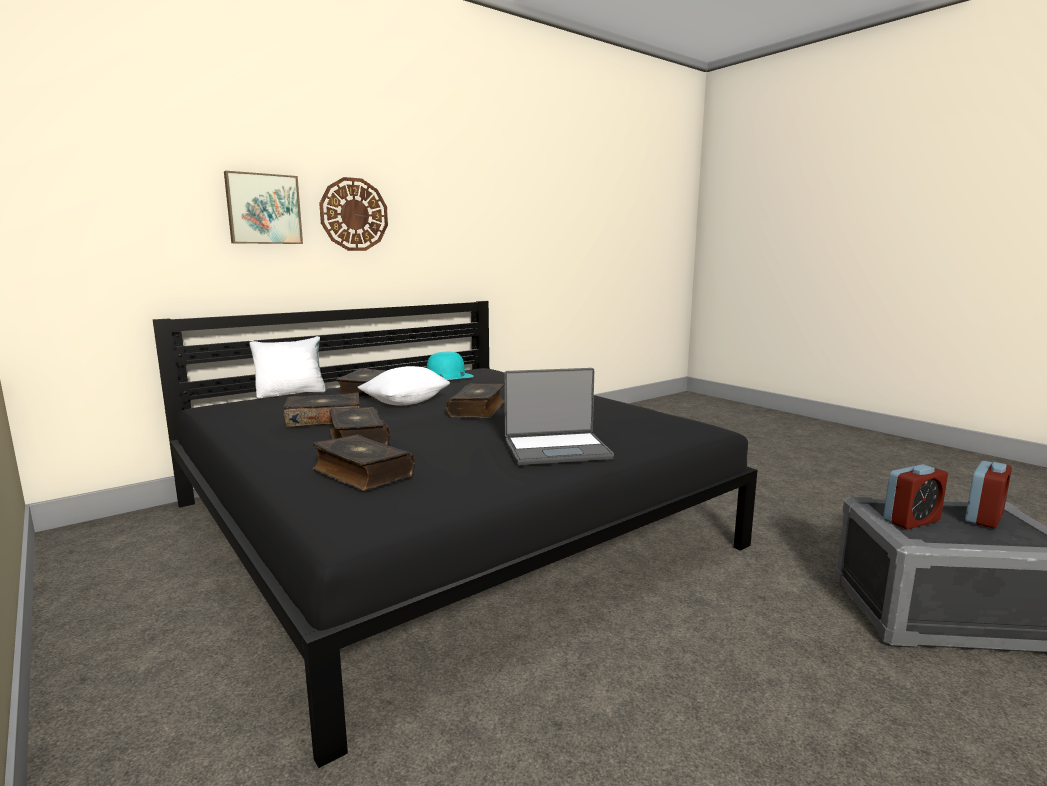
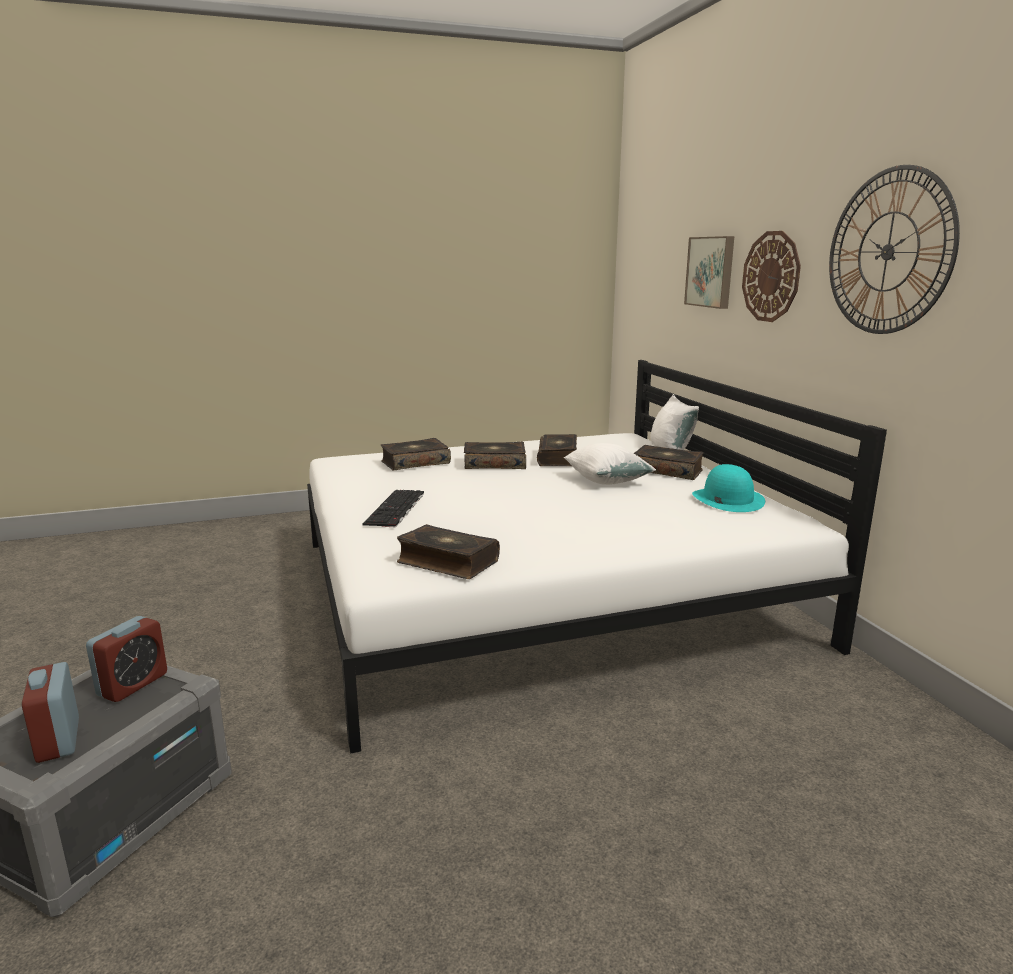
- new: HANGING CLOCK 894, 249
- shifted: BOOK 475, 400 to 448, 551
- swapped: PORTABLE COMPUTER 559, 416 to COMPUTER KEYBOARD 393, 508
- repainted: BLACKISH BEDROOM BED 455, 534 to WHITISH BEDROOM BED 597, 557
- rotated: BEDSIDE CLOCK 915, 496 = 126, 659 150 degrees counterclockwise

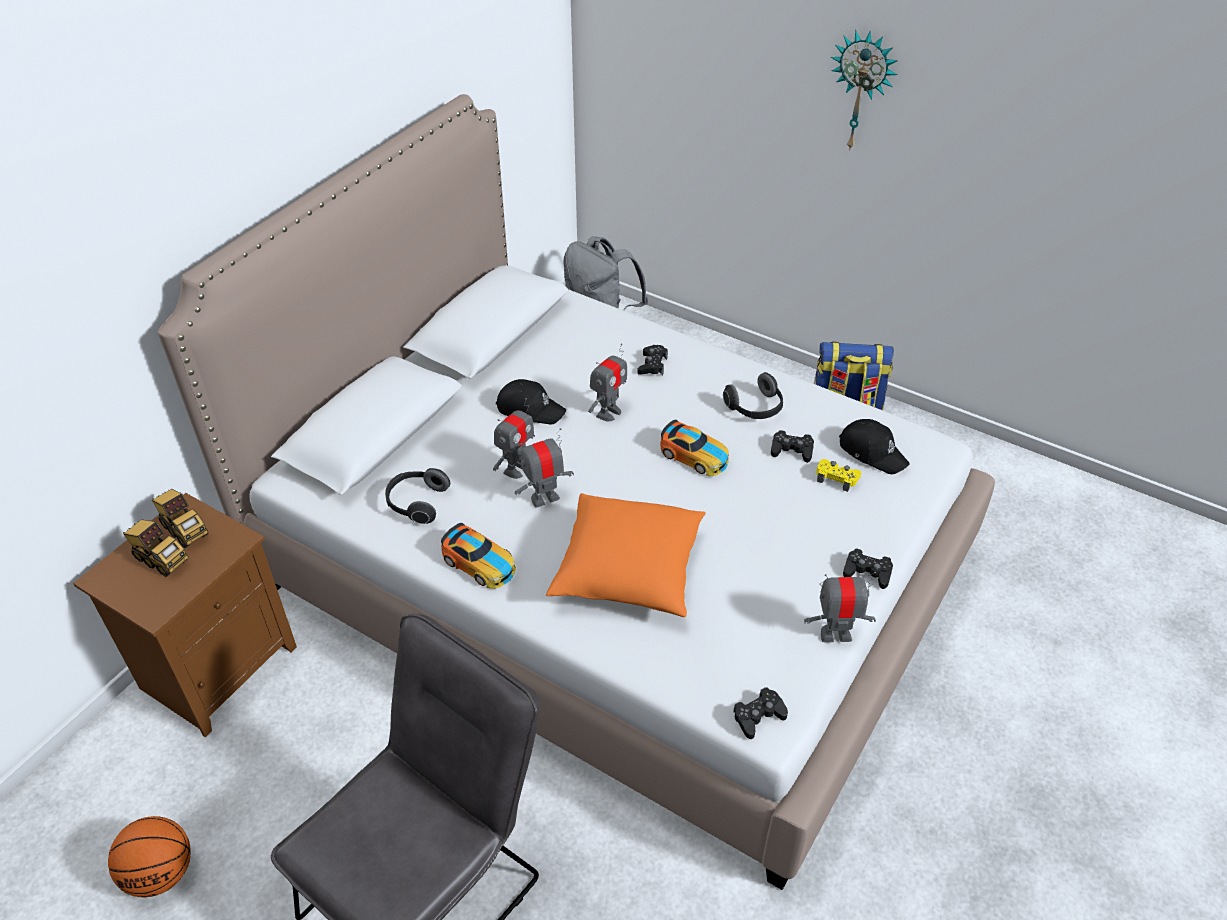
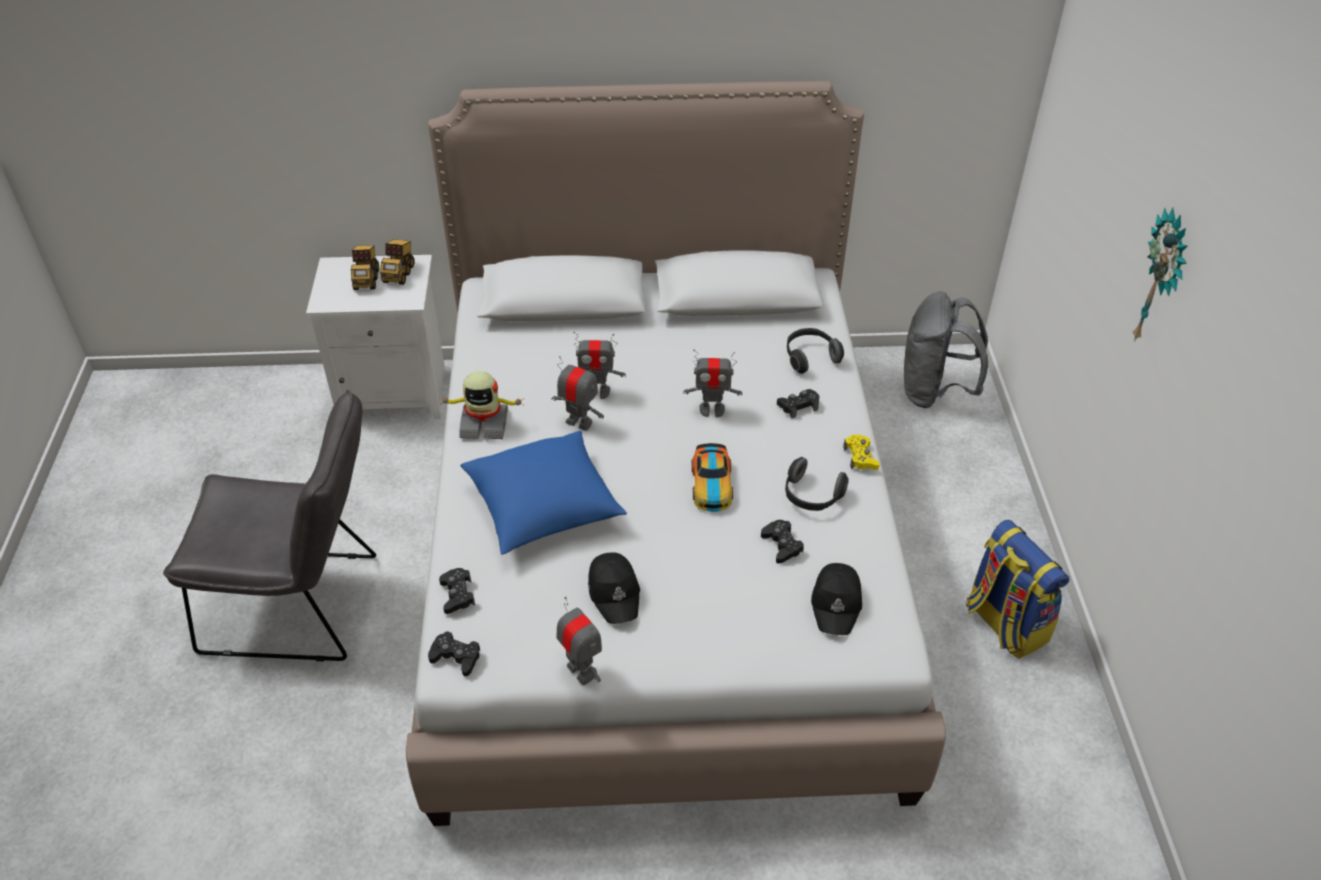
- gone: BASKETBALL BALL 149, 856
- shifted: PAIR OF HEADPHONES 417, 496 to 815, 351
- shifted: BLACKISH PEAKED CAP 531, 402 to 614, 588
- shifted: YELLOW-COLOURED JOYPAD 838, 475 to 861, 452
- shifted: BLACKISH JOYPAD 868, 568 to 457, 591
- swapped: TOY CAR 478, 556 to MODEL ROBOT 481, 405
- repainted: BROWNISH NIGHT TABLE 185, 615 to WHITISH NIGHT TABLE 375, 337
- repainted: ORANGEY PILLOW 626, 555 to BLUE PILLOW 543, 493

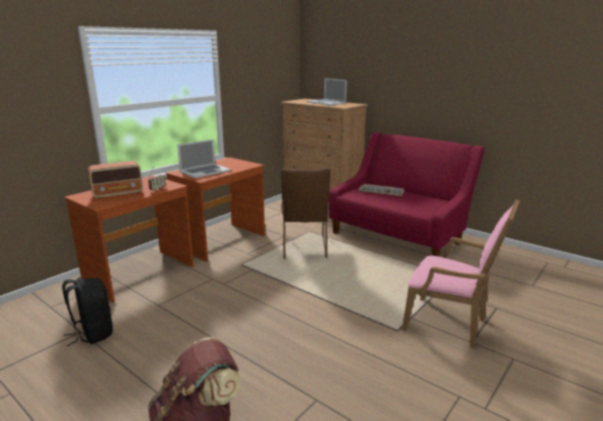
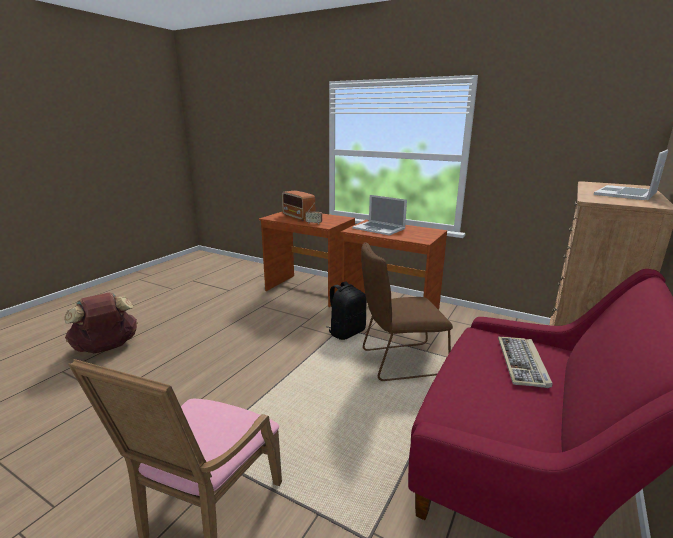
- shifted: BLACKISH KNAPSACK 87, 311 to 347, 310

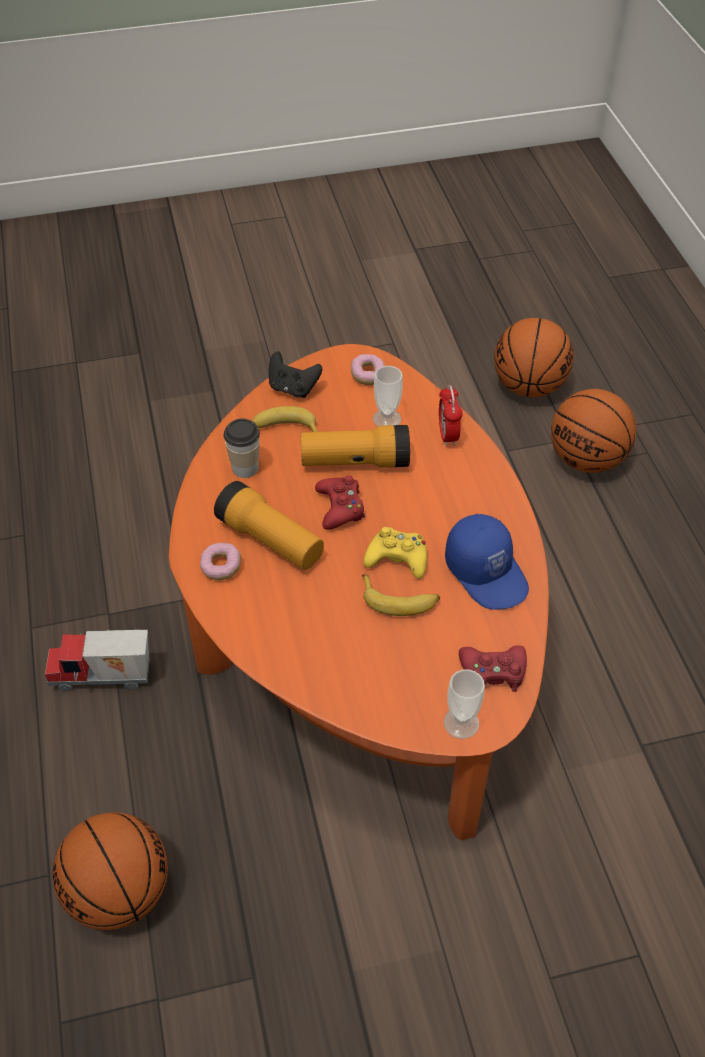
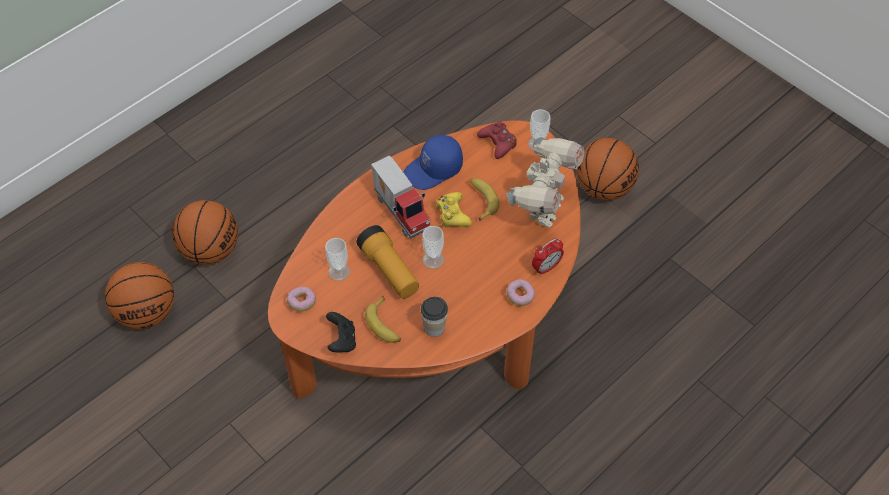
- gone: FLASHLIGHT 269, 525
- new: MODEL ROBOT 545, 182
- shifted: MODEL TRUCK 97, 661 to 401, 196
- shifted: BASKETBALL BALL 110, 871 to 607, 169
- shifted: BEDSIDE CLOCK 451, 415 to 548, 257
- swapped: REDDISH JOYPAD 340, 502 to DRINKING CUP 433, 247
- rotated: BLUE PEAKED CAP 487, 562 = 433, 162 150 degrees counterclockwise

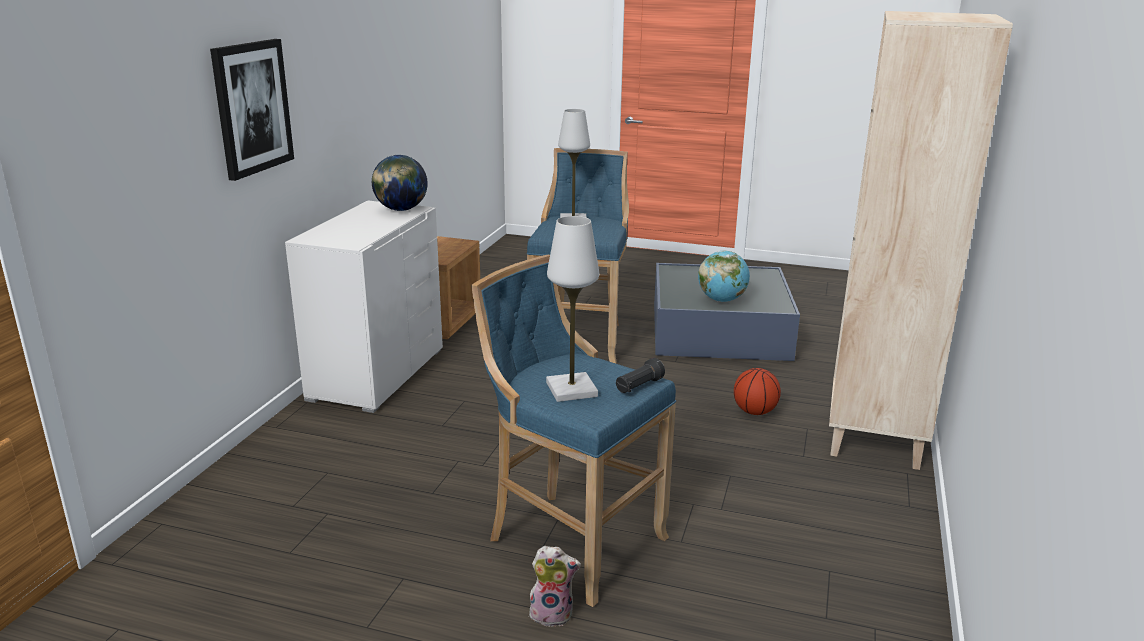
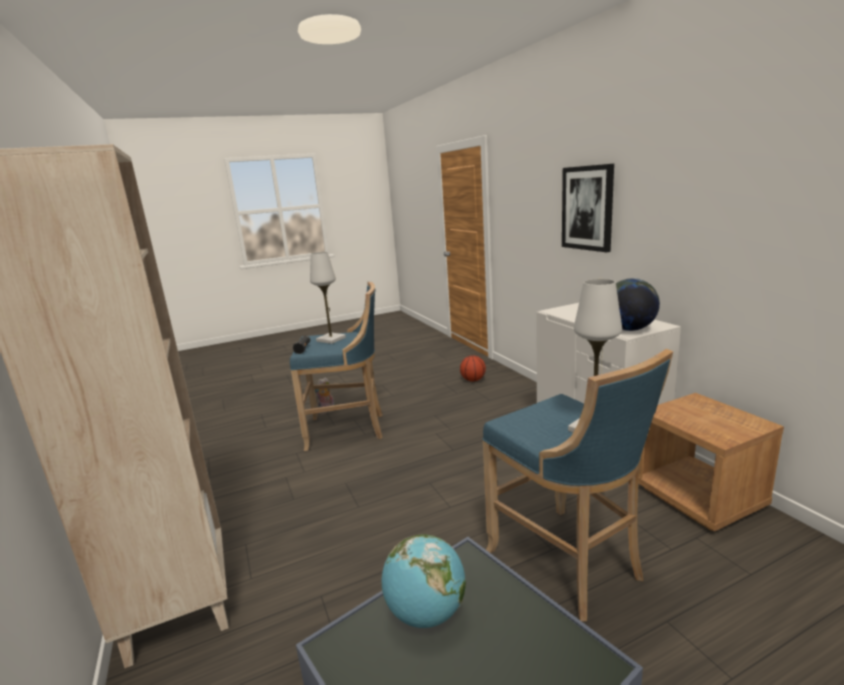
- shifted: BASKETBALL BALL 757, 391 to 473, 368

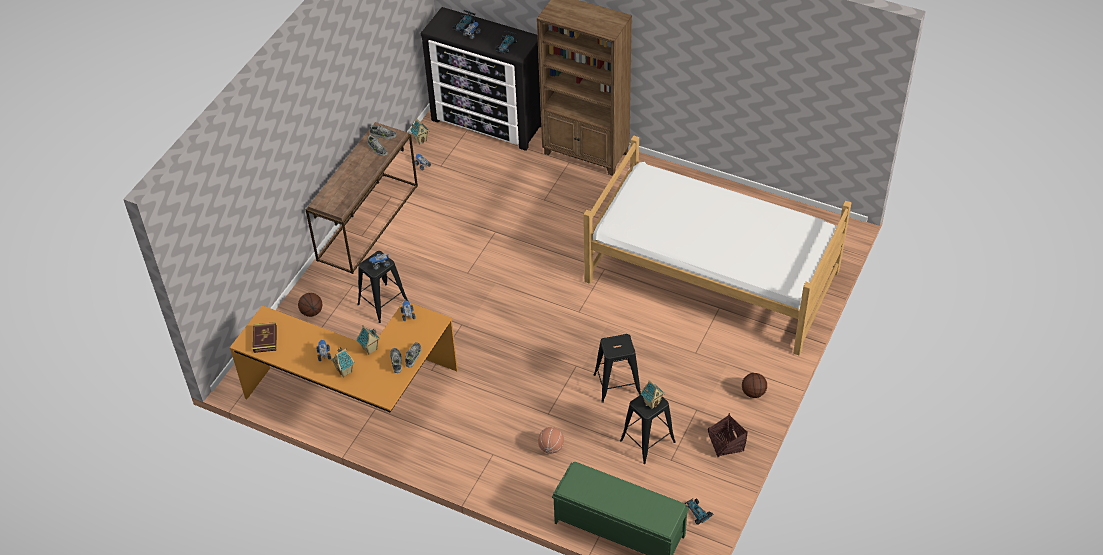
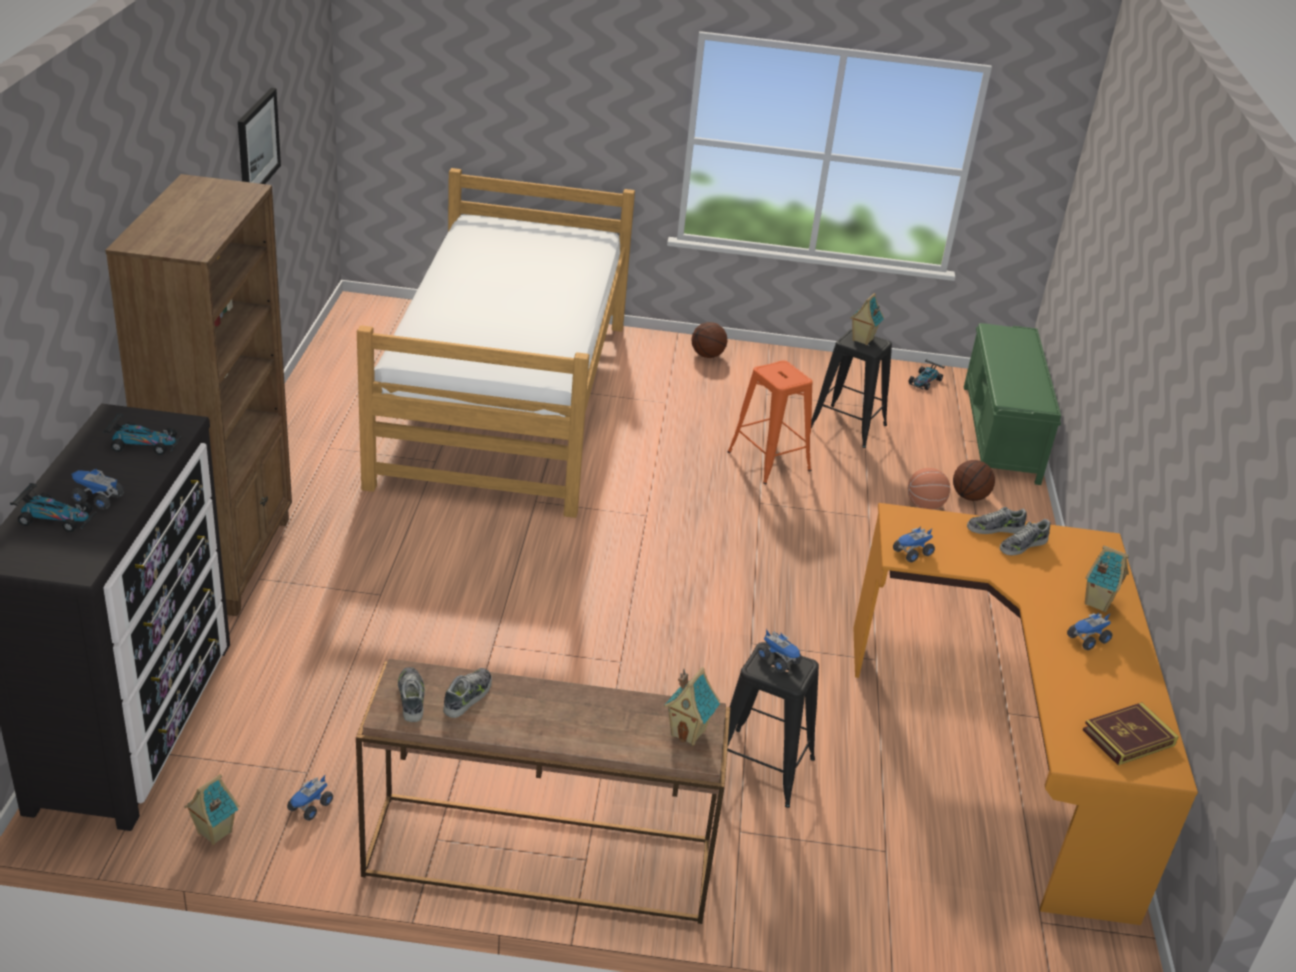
- gone: BASKET 728, 435
- new: WALL ART 259, 136
- shifted: BASKETBALL BALL 310, 305 to 974, 480
- shifted: TOY HOUSE 368, 340 to 692, 706
- repainted: BLACKISH SITTING STOOL 617, 368 to ORANGEY SITTING STOOL 770, 422

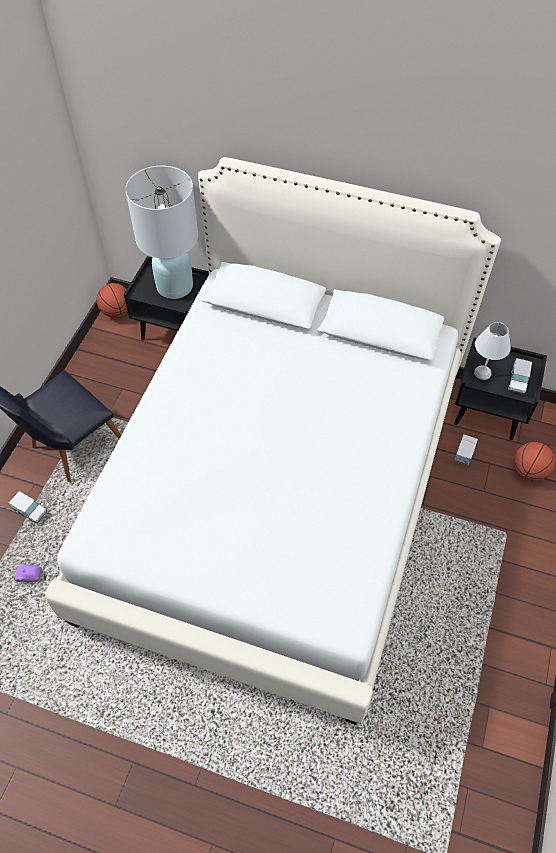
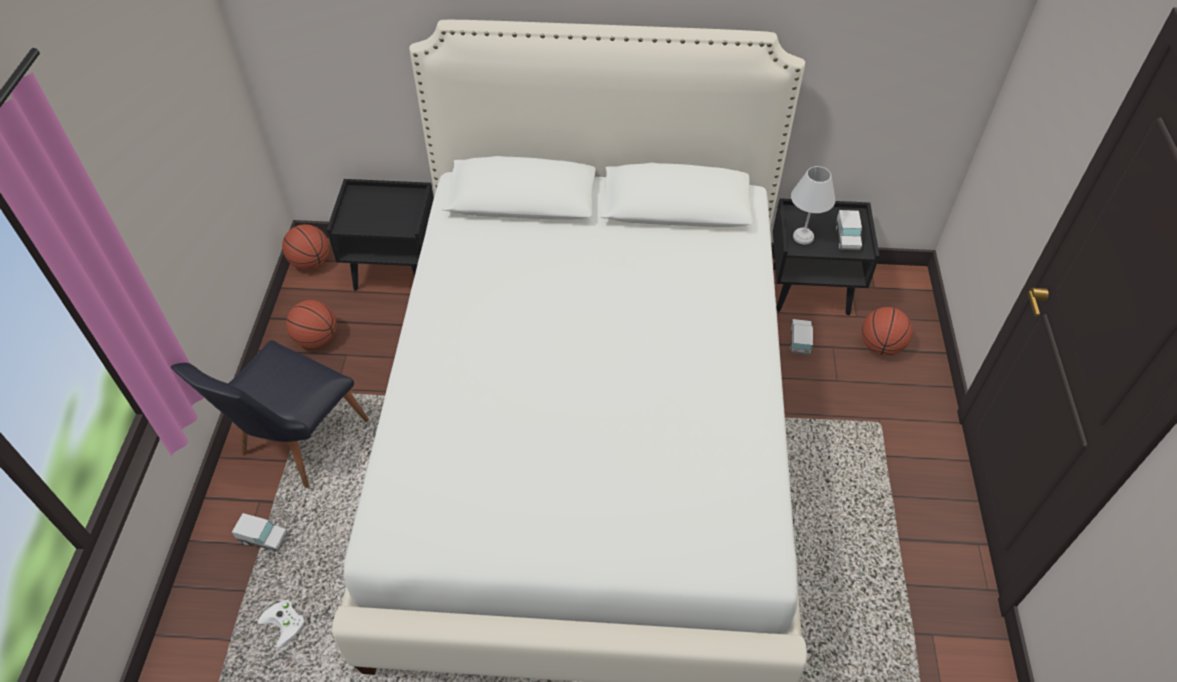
- gone: WHITISH TABLE LAMP 161, 232
- new: BASKETBALL BALL 311, 324
- swapped: PURPLE TOY CAR 28, 573 to WHITISH JOYPAD 281, 624

